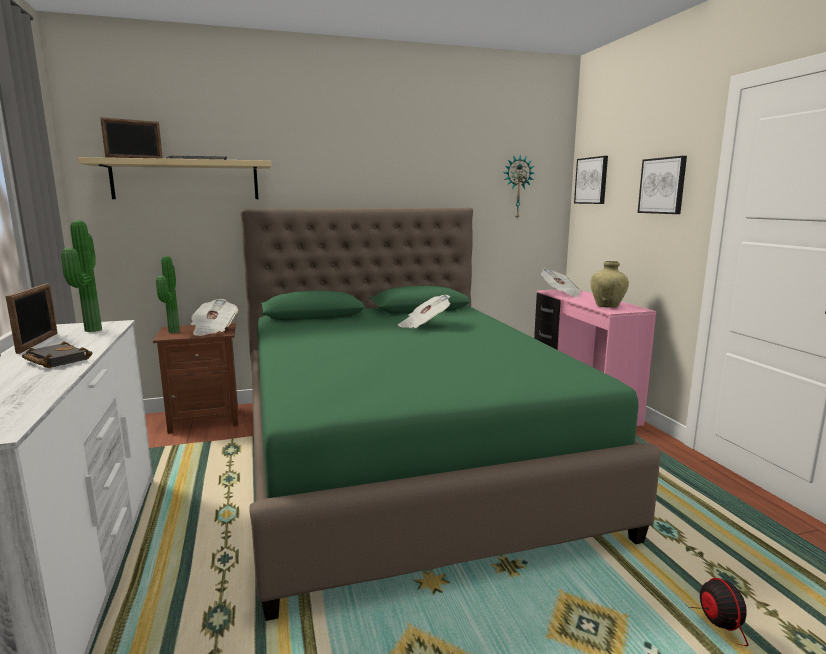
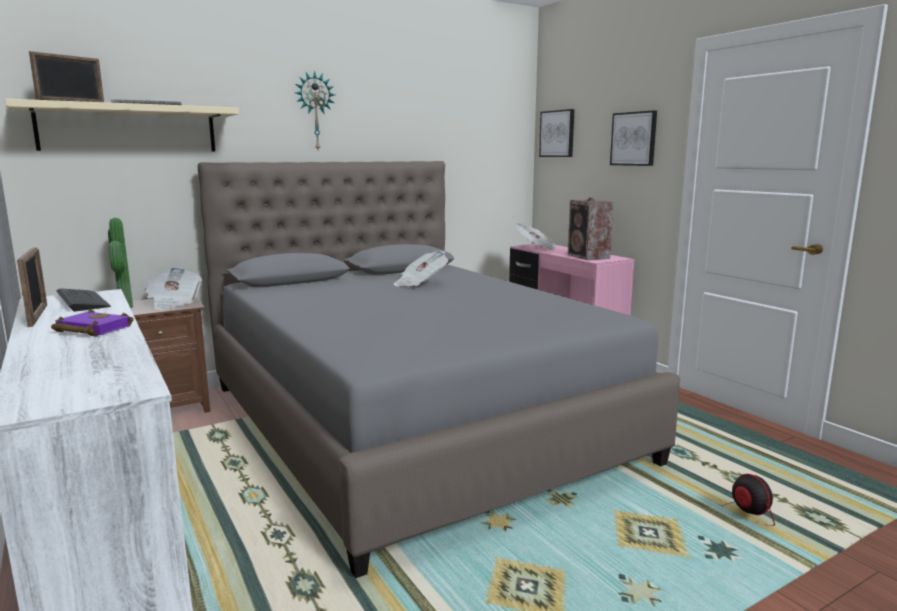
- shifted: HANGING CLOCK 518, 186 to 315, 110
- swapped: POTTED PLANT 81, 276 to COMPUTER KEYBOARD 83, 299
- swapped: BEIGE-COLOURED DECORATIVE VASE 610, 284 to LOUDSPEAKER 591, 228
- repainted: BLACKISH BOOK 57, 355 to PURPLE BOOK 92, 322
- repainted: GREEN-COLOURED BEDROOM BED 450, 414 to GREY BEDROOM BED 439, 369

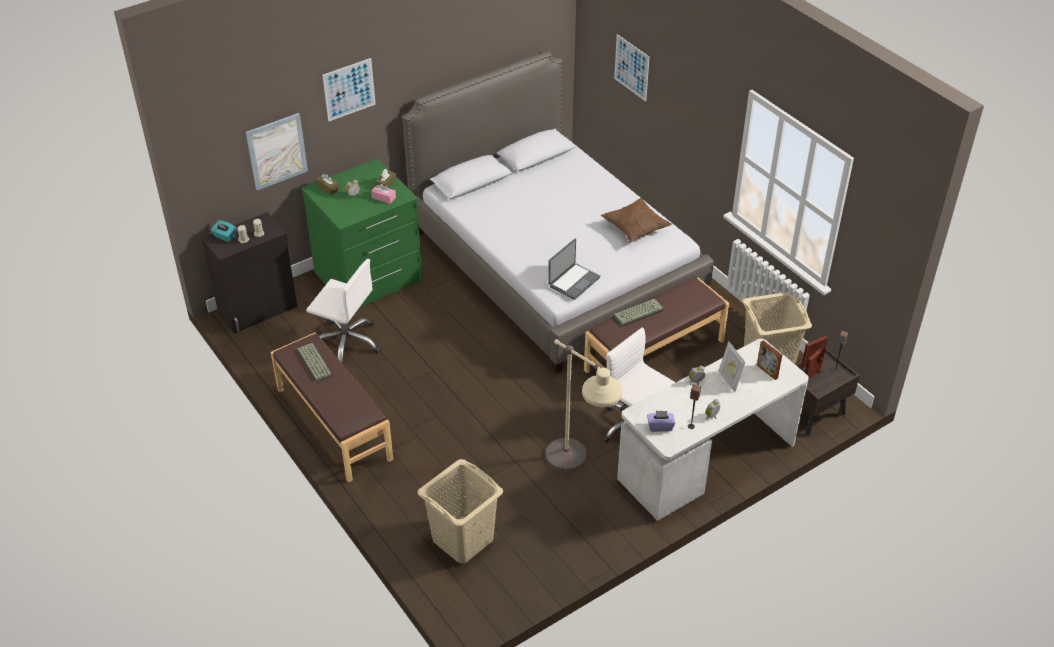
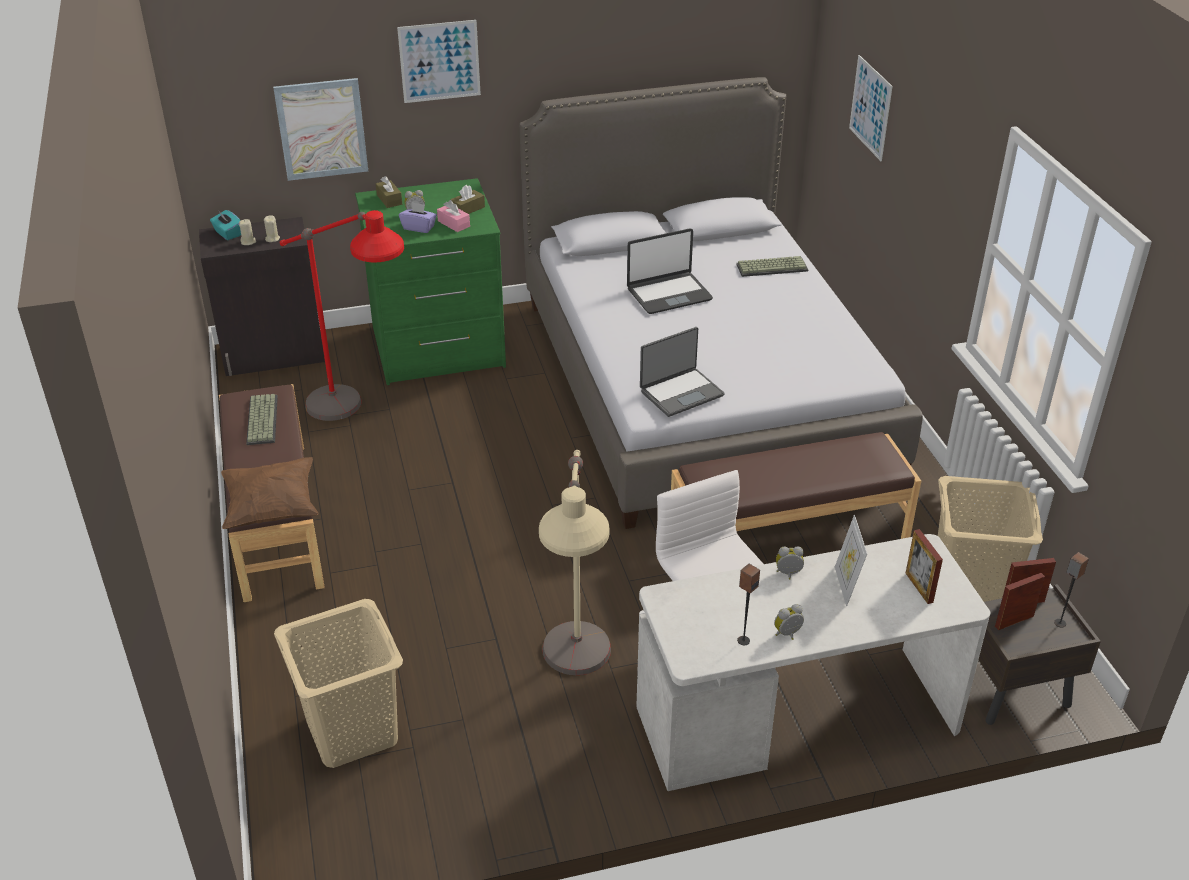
- new: PORTABLE COMPUTER 670, 271
- shifted: BROWNISH PILLOW 636, 220 to 270, 493
- shifted: COMPUTER KEYBOARD 639, 313 to 772, 266
- shifted: PURPLE TISSUE HOLDER 661, 421 to 418, 217
- swapped: WHITISH OFFICE CHAIR 343, 311 to REDDISH STANDARD LAMP 342, 315

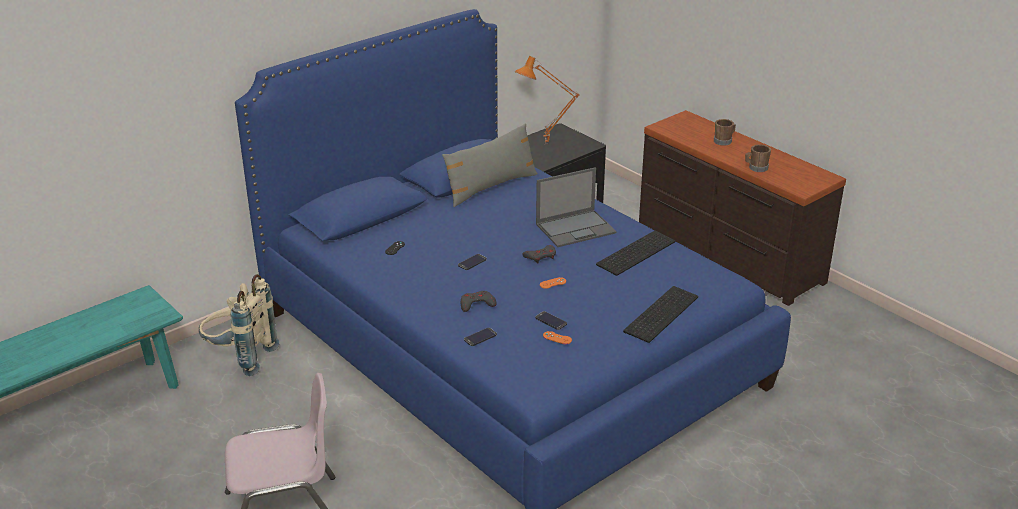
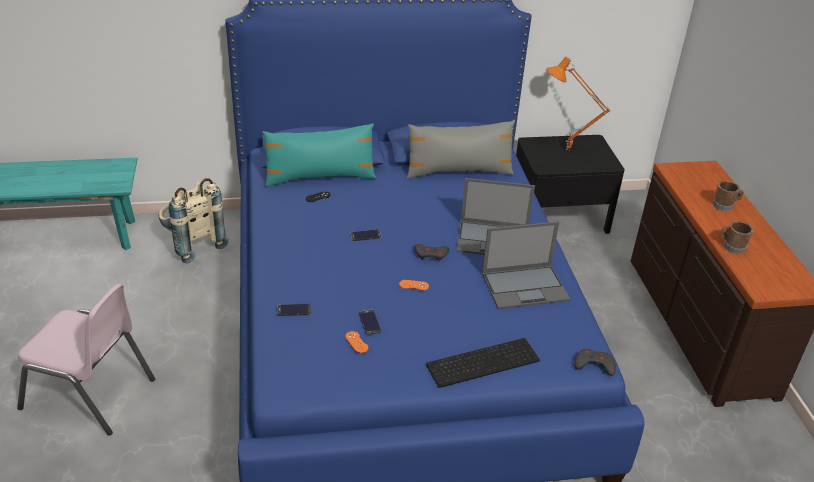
- new: TURQUOISE PILLOW 319, 155
- shifted: GREY JOYPAD 479, 301 to 595, 362
- swapped: COMPUTER KEYBOARD 635, 253 to PORTABLE COMPUTER 526, 265

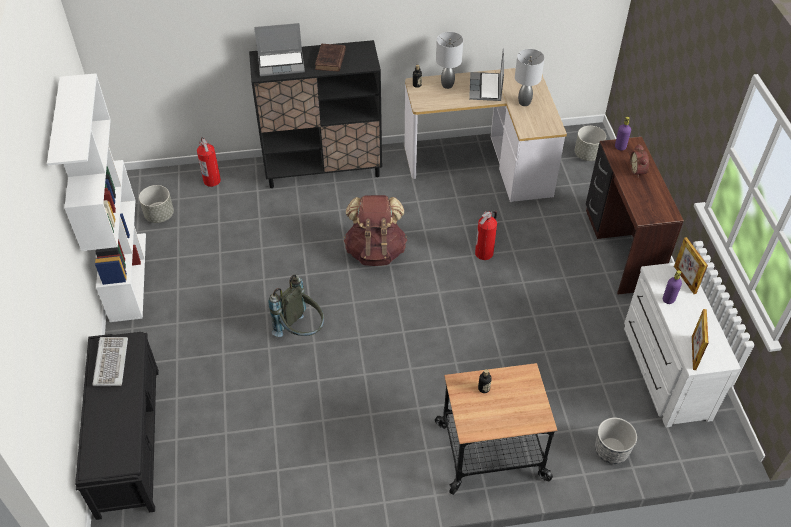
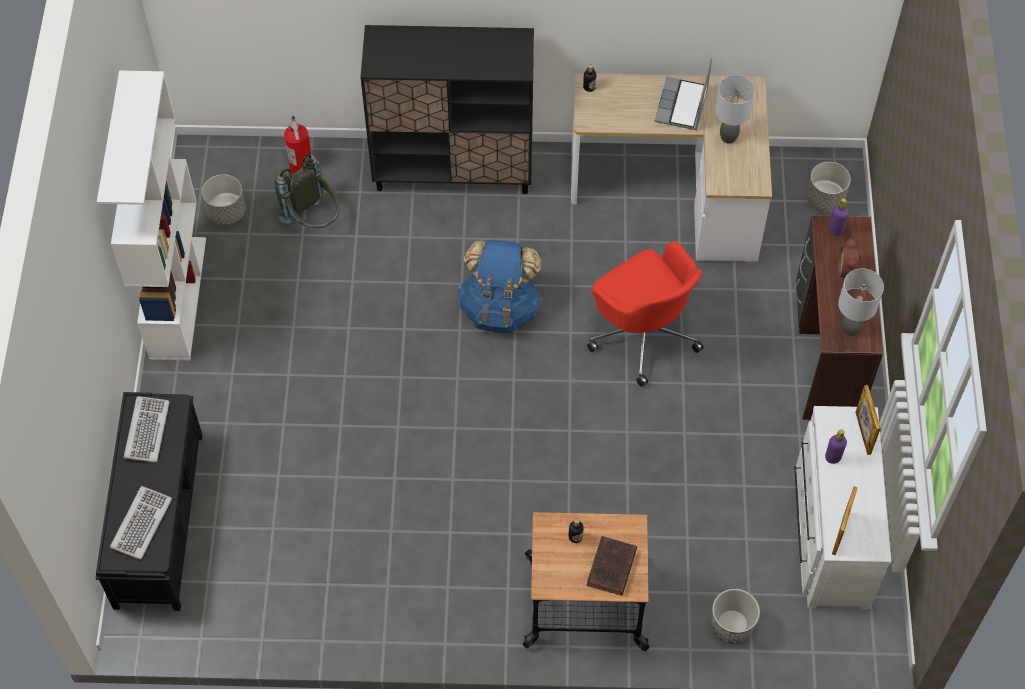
- gone: PORTABLE COMPUTER 279, 49
- new: COMPUTER KEYBOARD 141, 523
- shifted: GREY KNAPSACK 296, 306 to 307, 191
- shifted: BROWNISH BOOK 330, 58 to 612, 566
- shifted: GREY TABLE LAMP 449, 60 to 861, 302
- swapped: FIRE-FIGHTING CYLINDER 486, 235 to REDDISH OFFICE CHAIR 645, 314
- repainted: BROWNISH KNAPSACK 375, 230 to BLUE KNAPSACK 499, 286

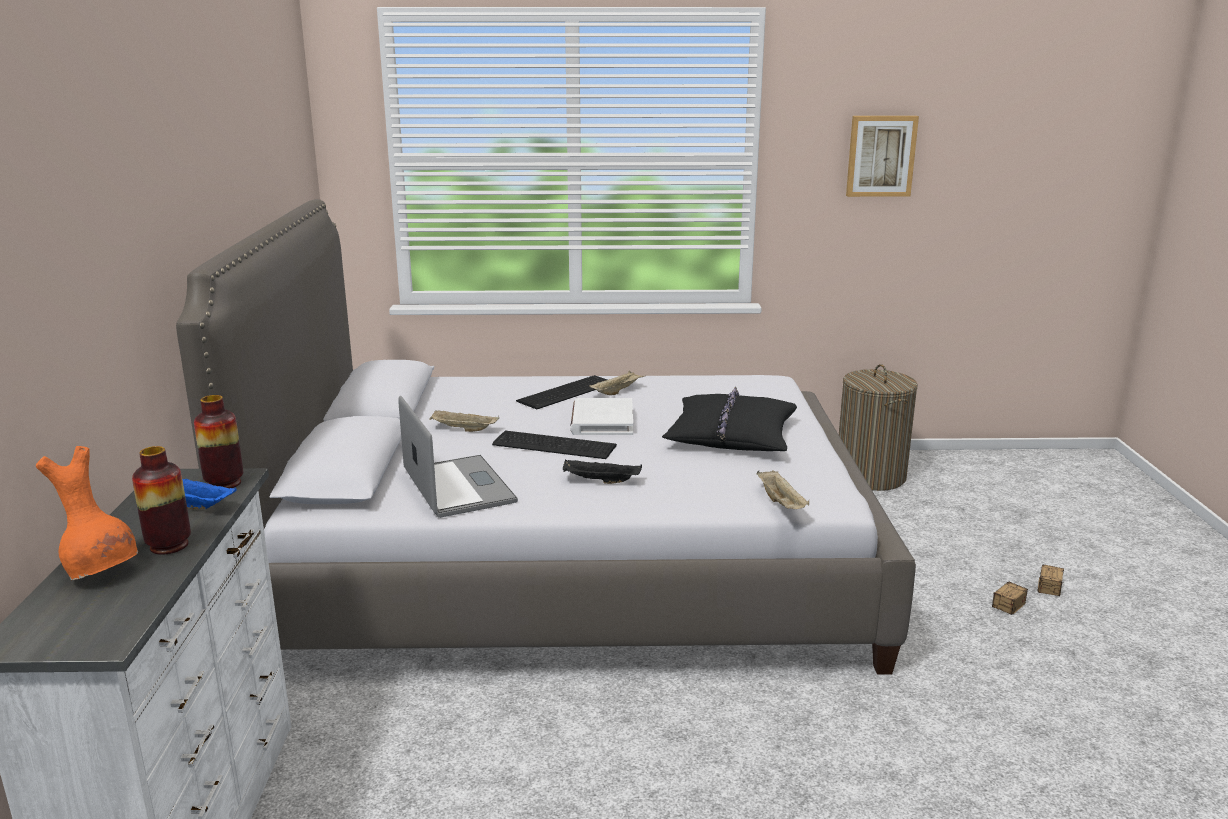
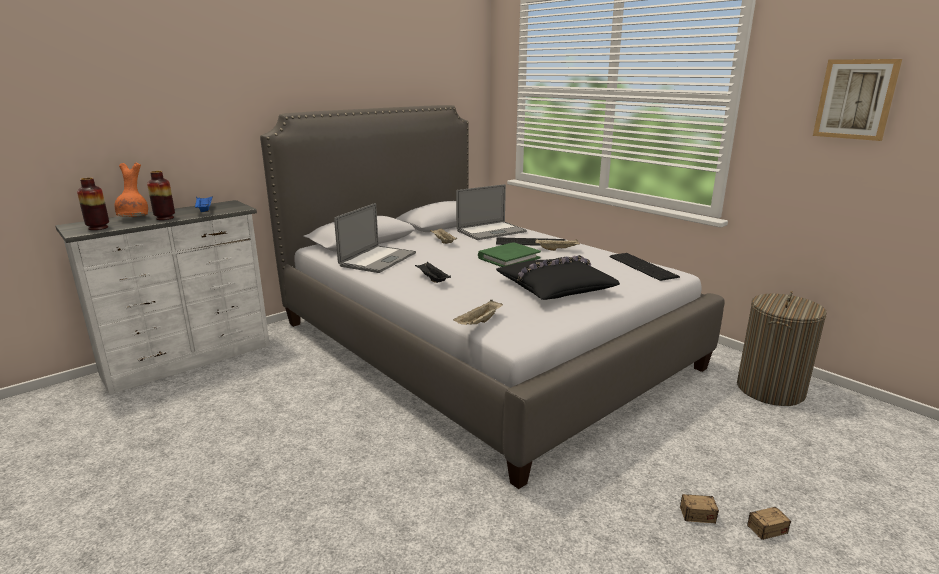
- new: PORTABLE COMPUTER 491, 212
- shifted: DECORATIVE VASE 218, 441 to 93, 204
- shifted: COMPUTER KEYBOARD 554, 445 to 645, 267
- repainted: WHITISH BOOK 601, 416 to GREEN-COLOURED BOOK 509, 255

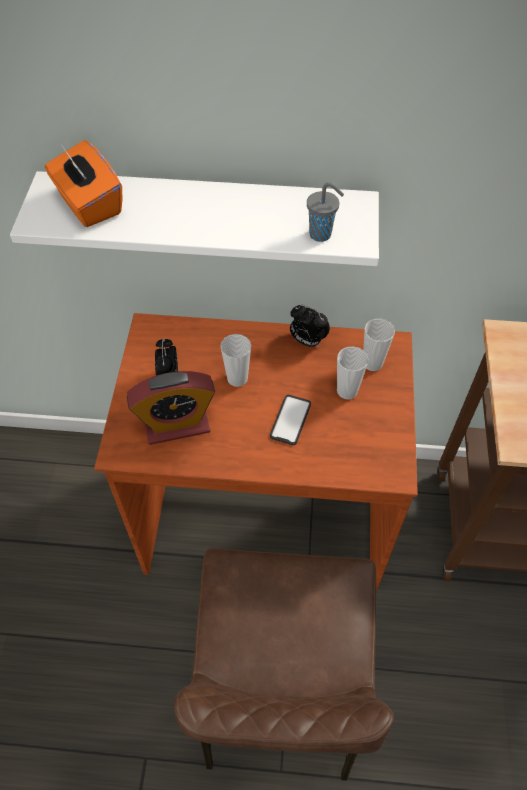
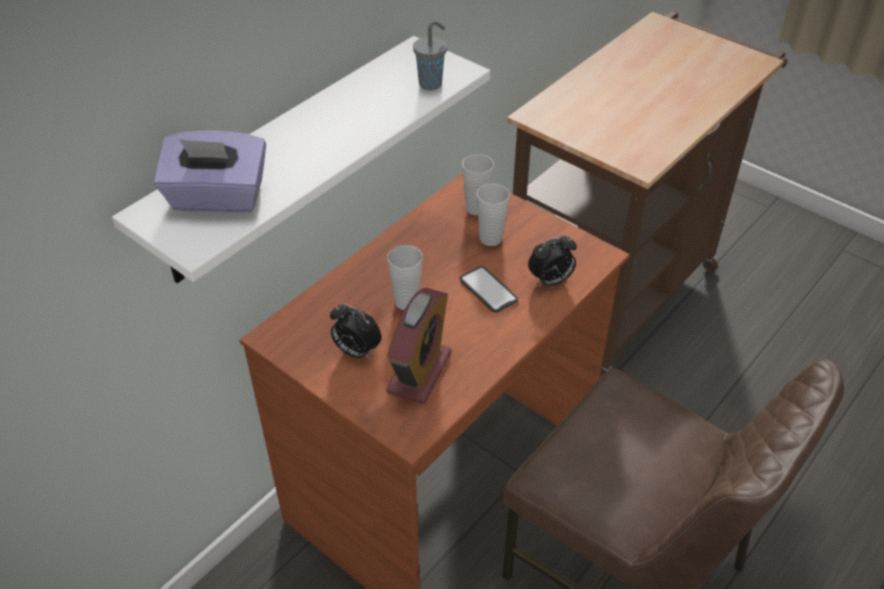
- shifted: BEDSIDE CLOCK 310, 326 to 552, 260
- repainted: ORANGEY TISSUE HOLDER 83, 183 to PURPLE TISSUE HOLDER 210, 172

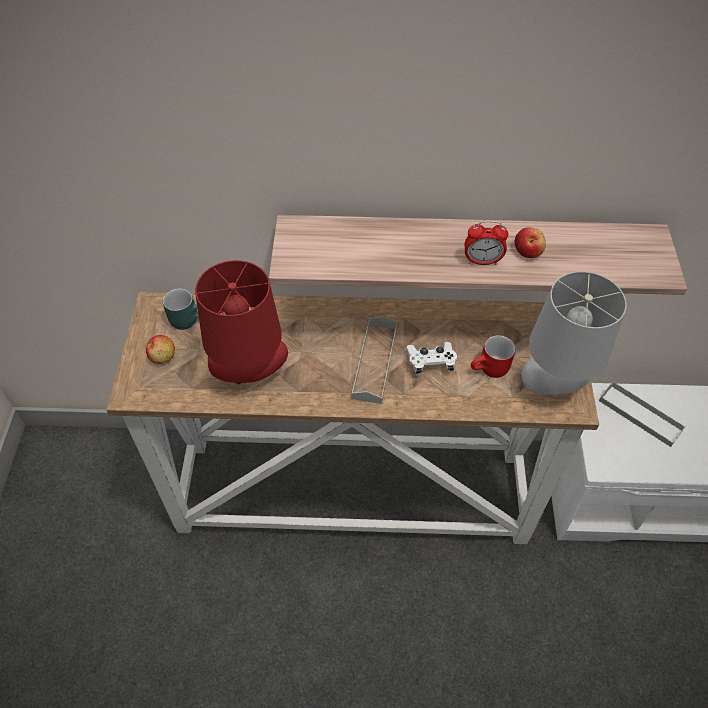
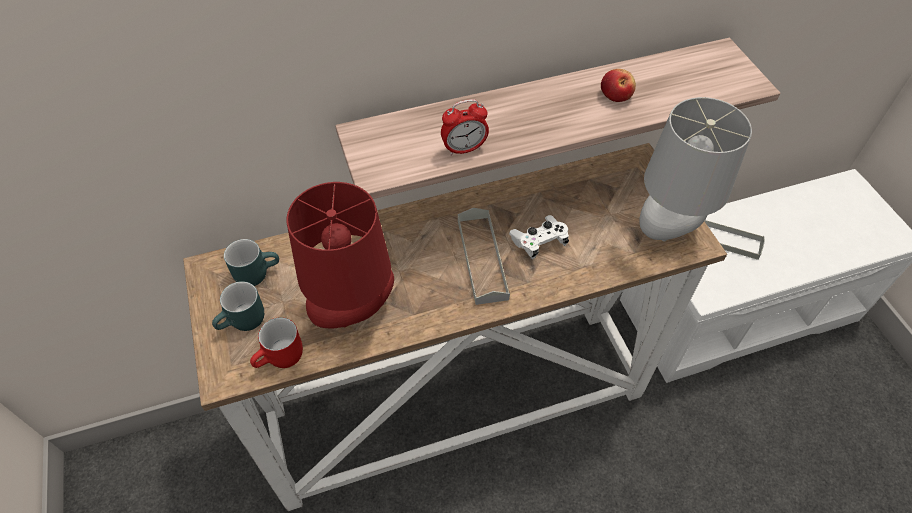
- shifted: BEDSIDE CLOCK 487, 242 to 465, 127
- shifted: REDDISH TEA MUG 493, 356 to 276, 342
- swapped: APPLE 160, 349 to TURQUOISE TEA MUG 238, 306

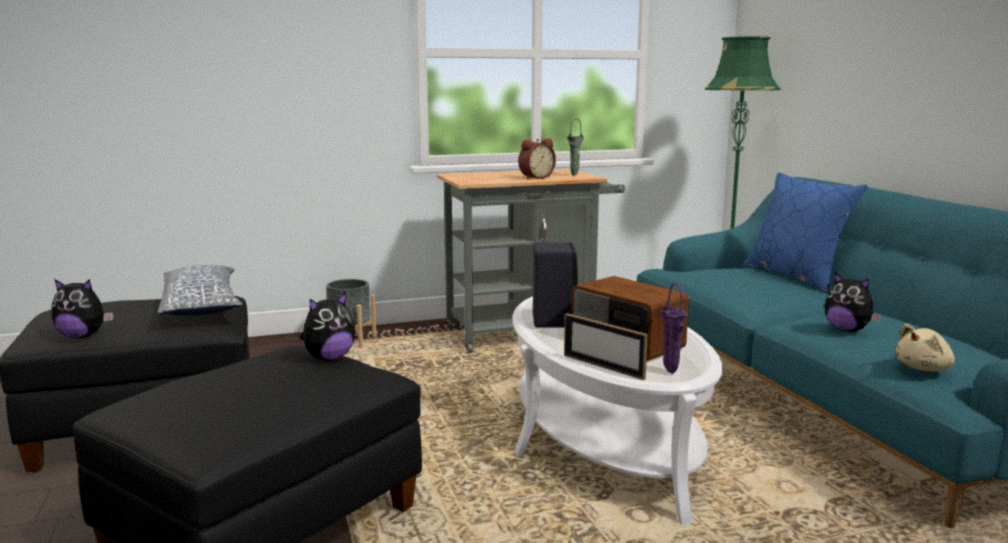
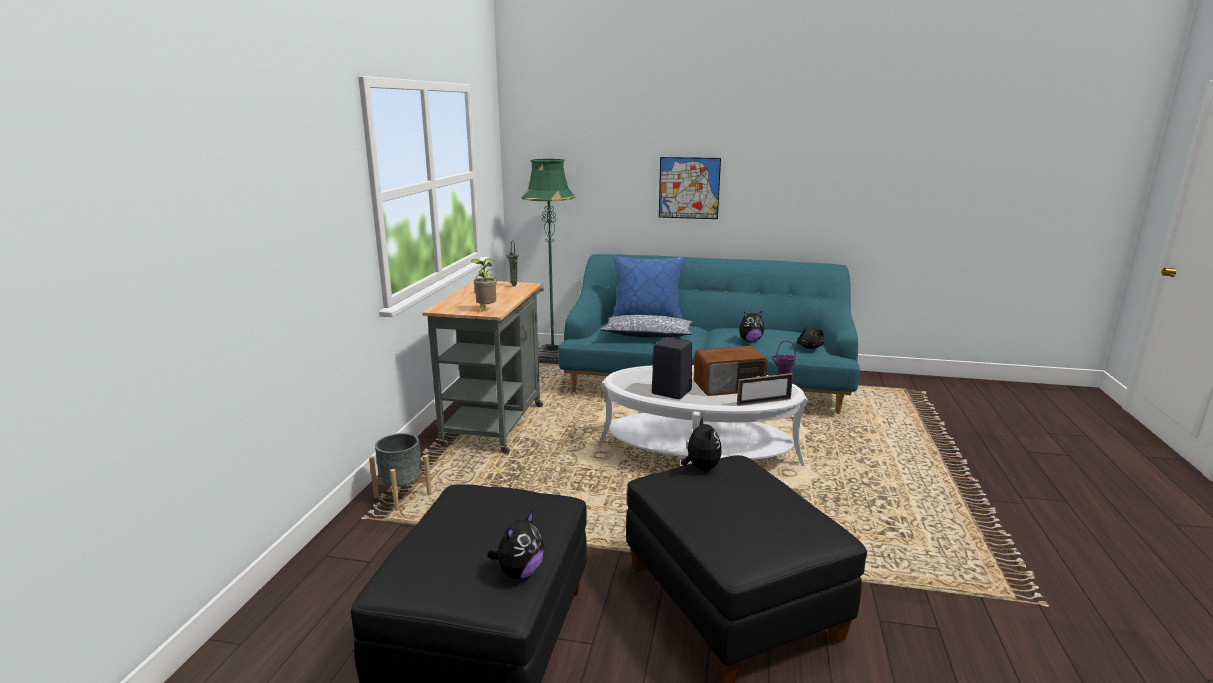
- gone: BEDSIDE CLOCK 537, 158
- new: POTTED PLANT 484, 285
- new: WALL ART 690, 188
- shifted: PILLOW 199, 290 to 646, 326
- repainted: BEIGE-COLOURED PLUSH TOY 925, 348 to BLACKISH PLUSH TOY 810, 338

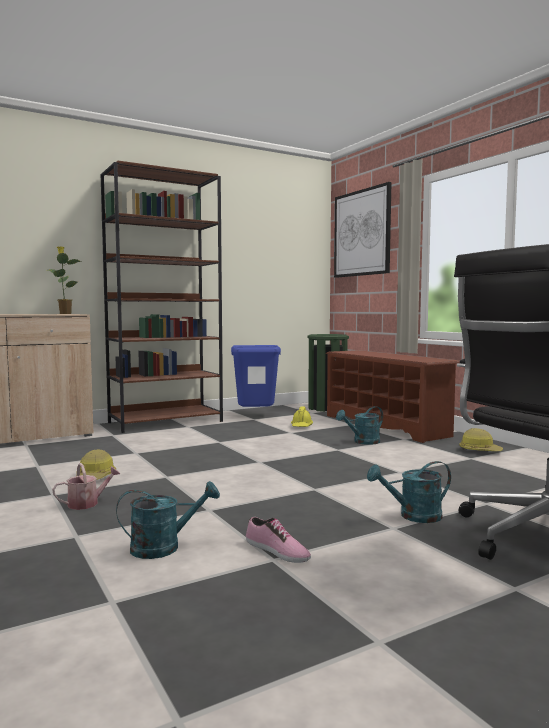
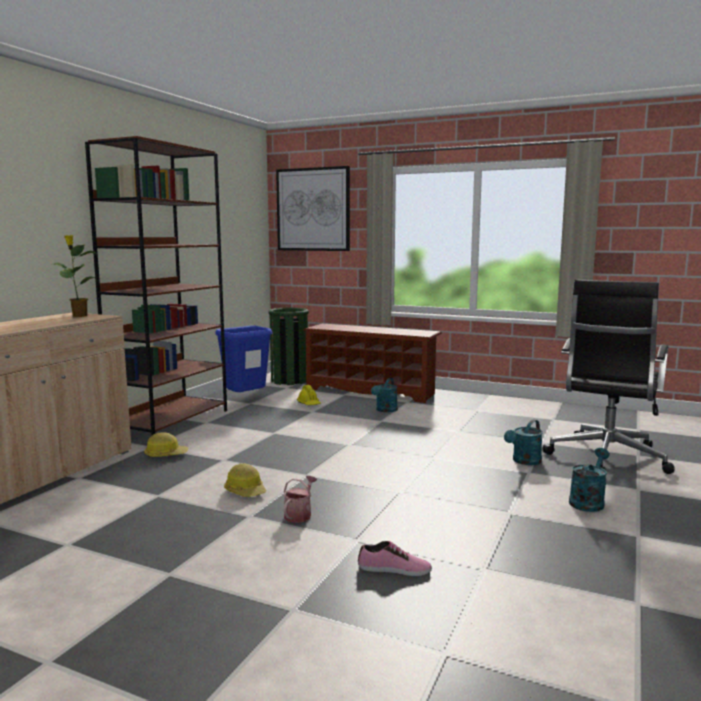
- shifted: TURQUOISE SPRINKLING CAN 168, 520 to 589, 480
- shifted: SHOE 278, 540 to 395, 558
- shifted: HARD HAT 481, 439 to 166, 445

